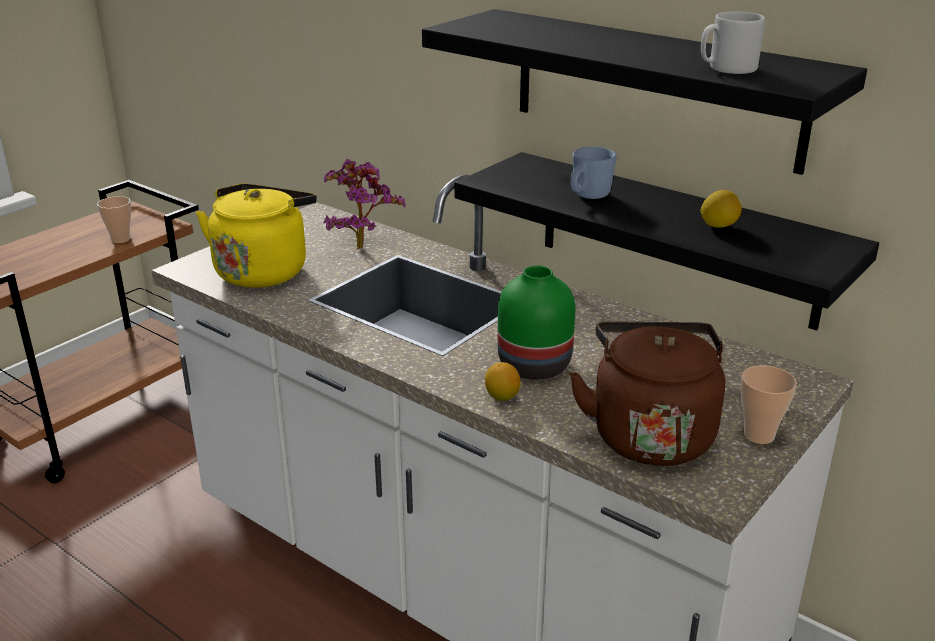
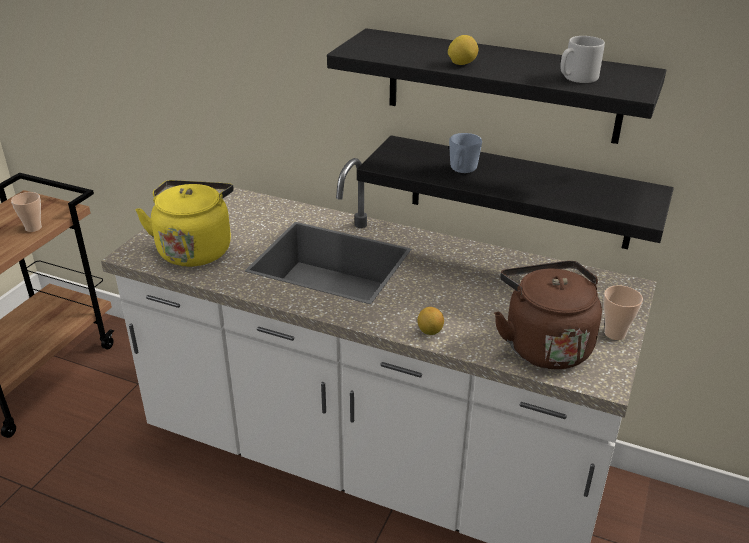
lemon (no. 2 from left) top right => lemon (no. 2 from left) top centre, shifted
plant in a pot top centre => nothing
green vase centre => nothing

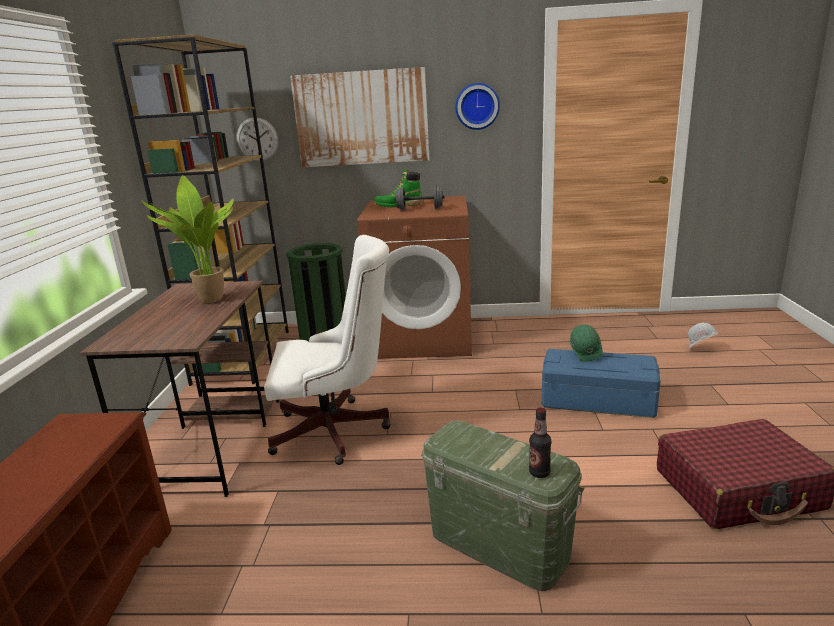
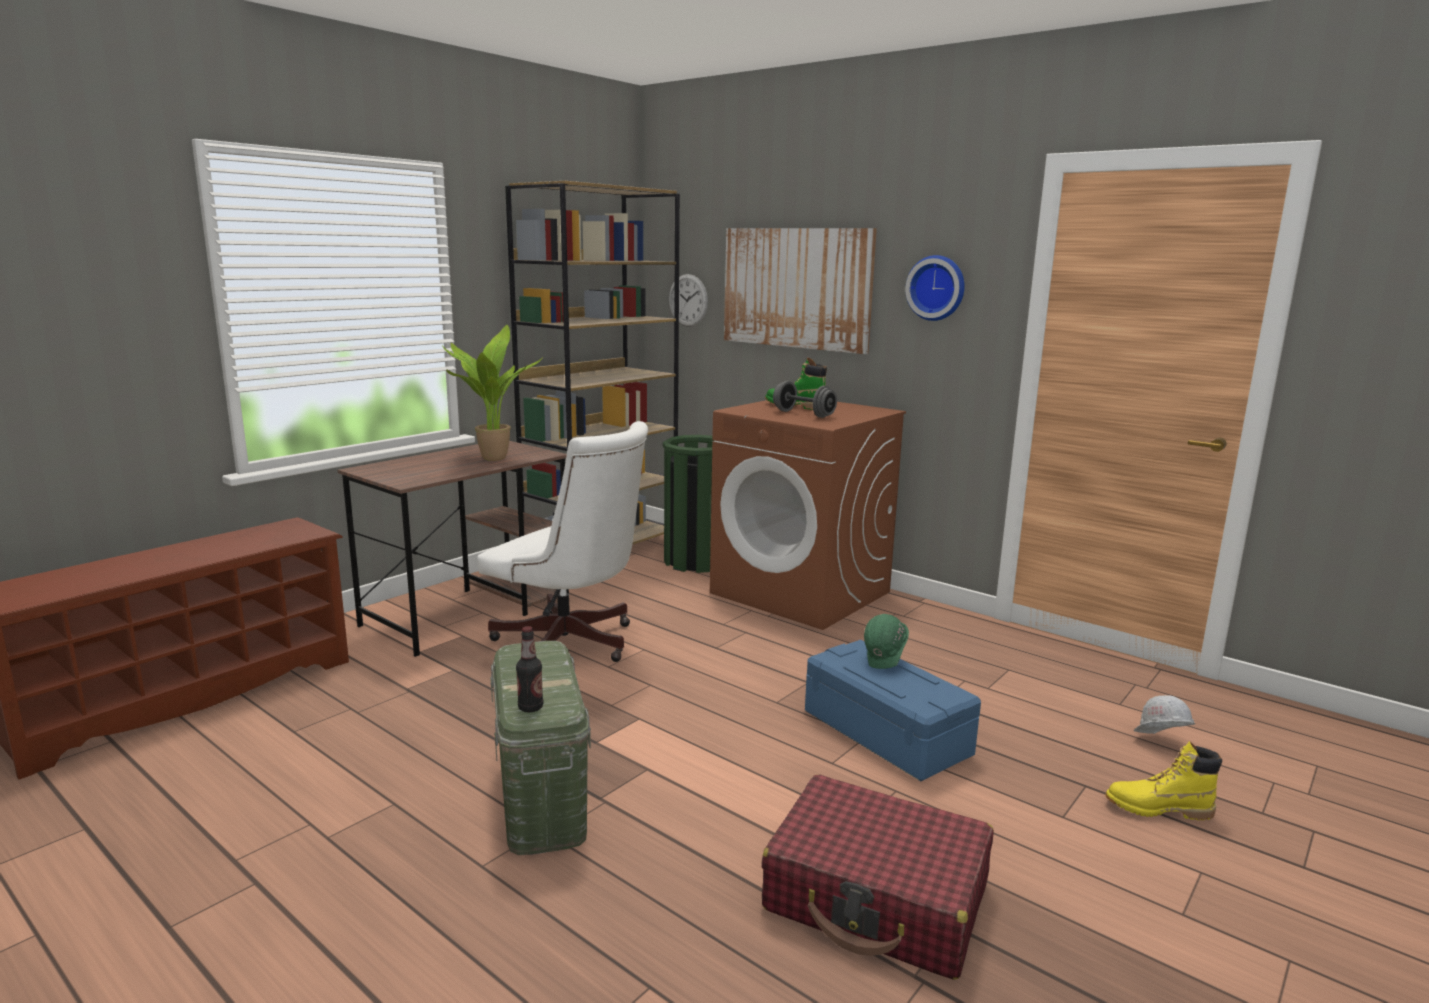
nothing => yellow high-top boot bottom right

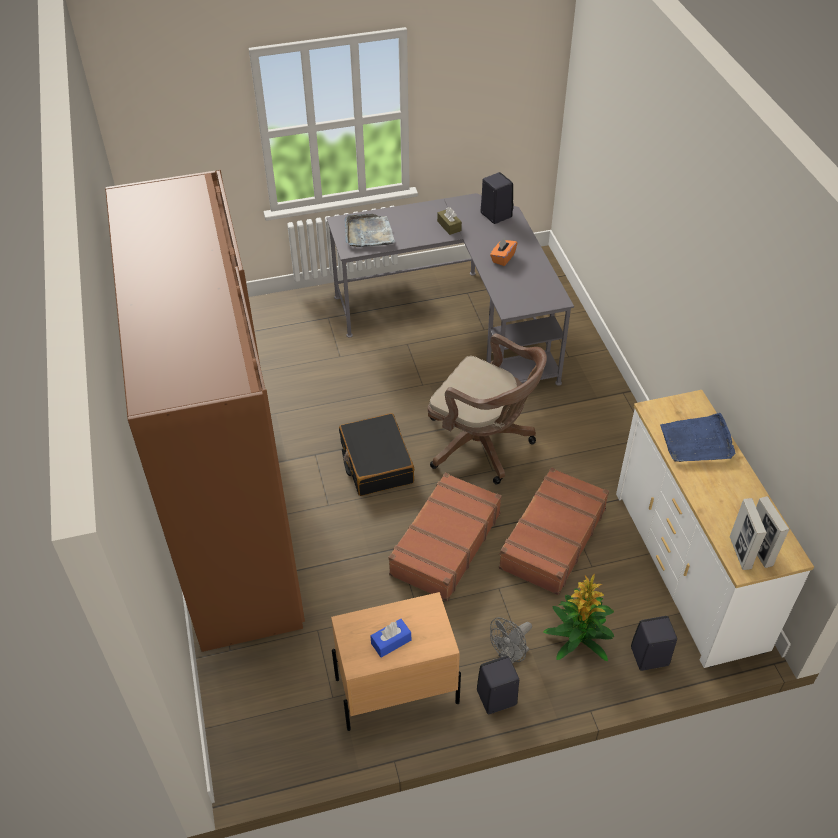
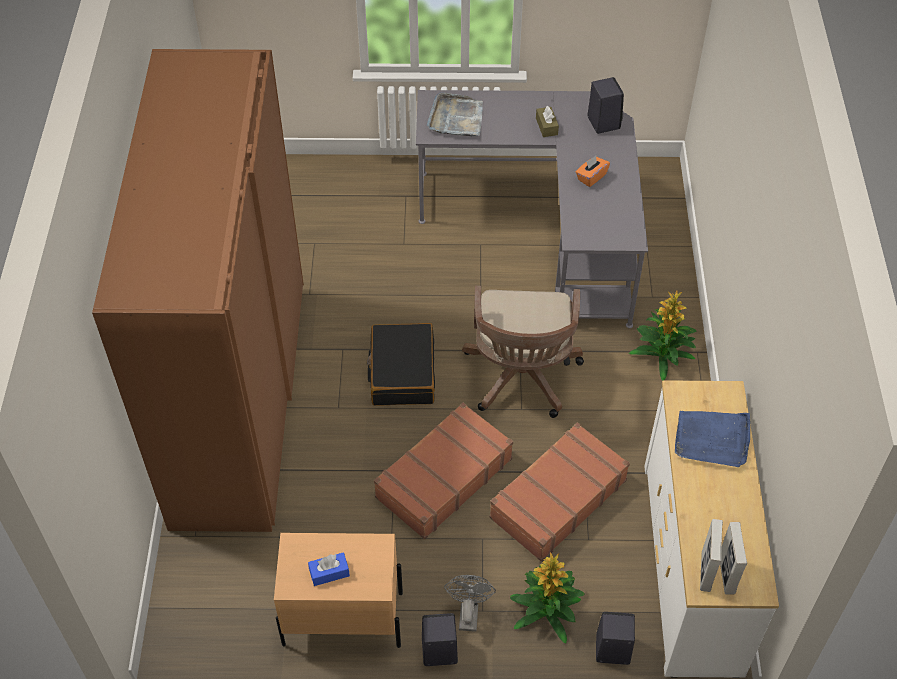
gray cooling fan bottom centre, 120 degrees clockwise
brownish desk chair centre, 45 degrees clockwise
nothing => plant in a pot (no. 2 from left) middle right

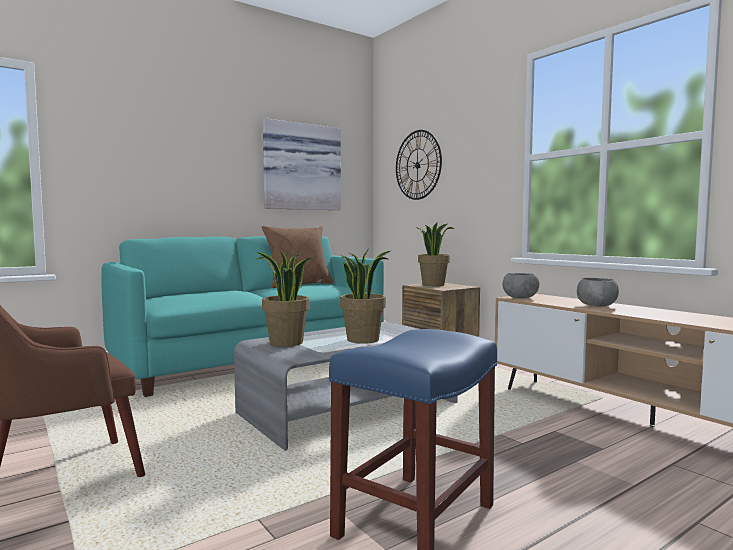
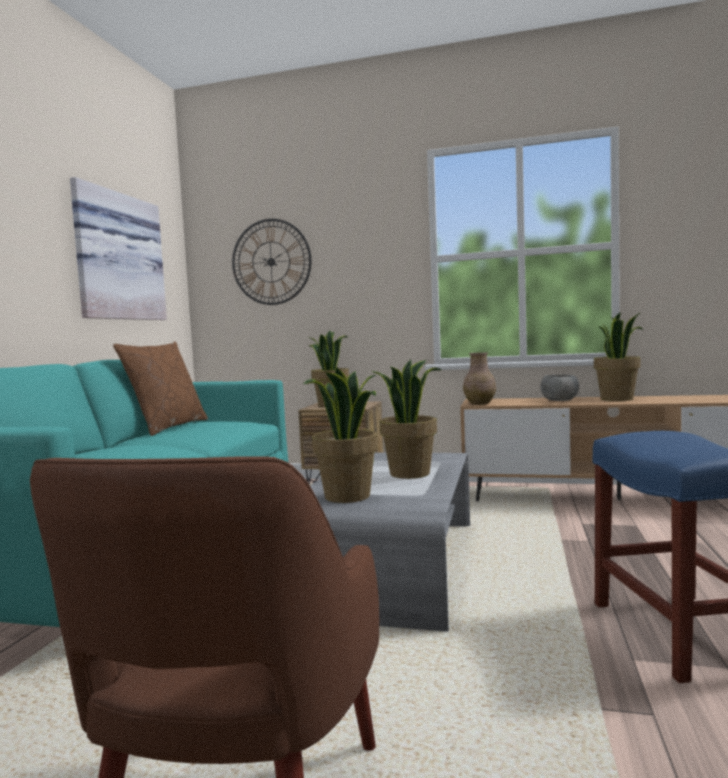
gray bowl (no. 1 from left) middle right => brownish vase centre
nothing => plant in a pot (no. 4 from left) middle right

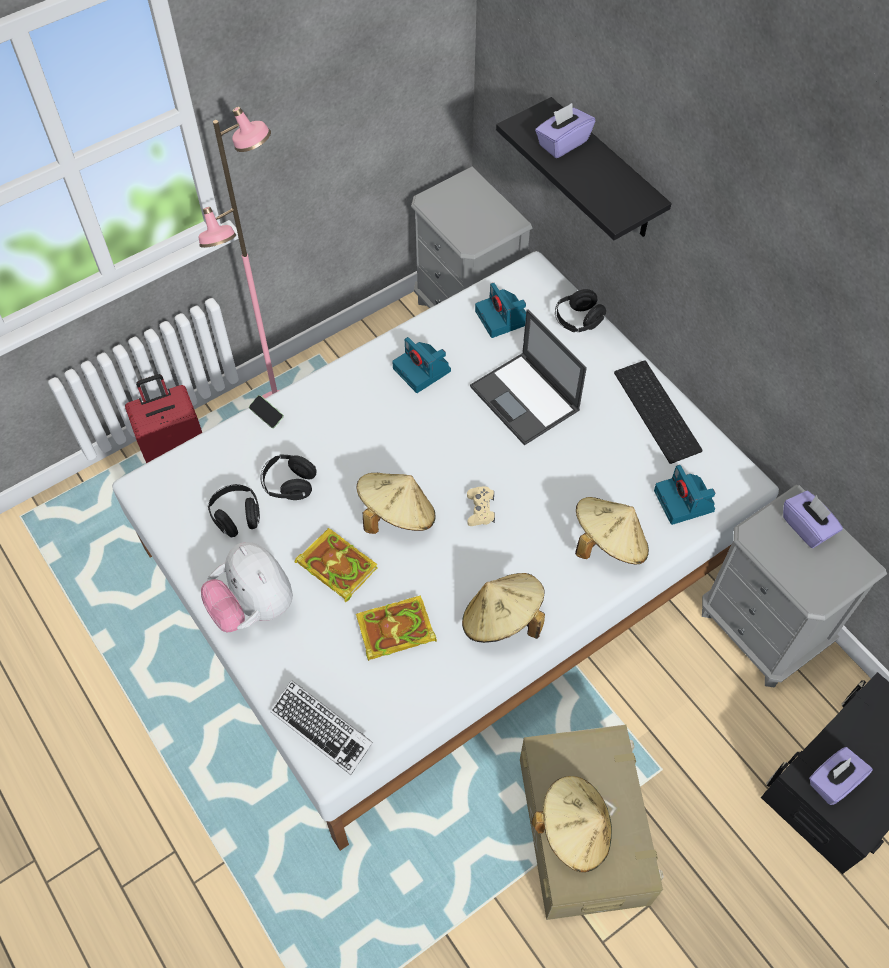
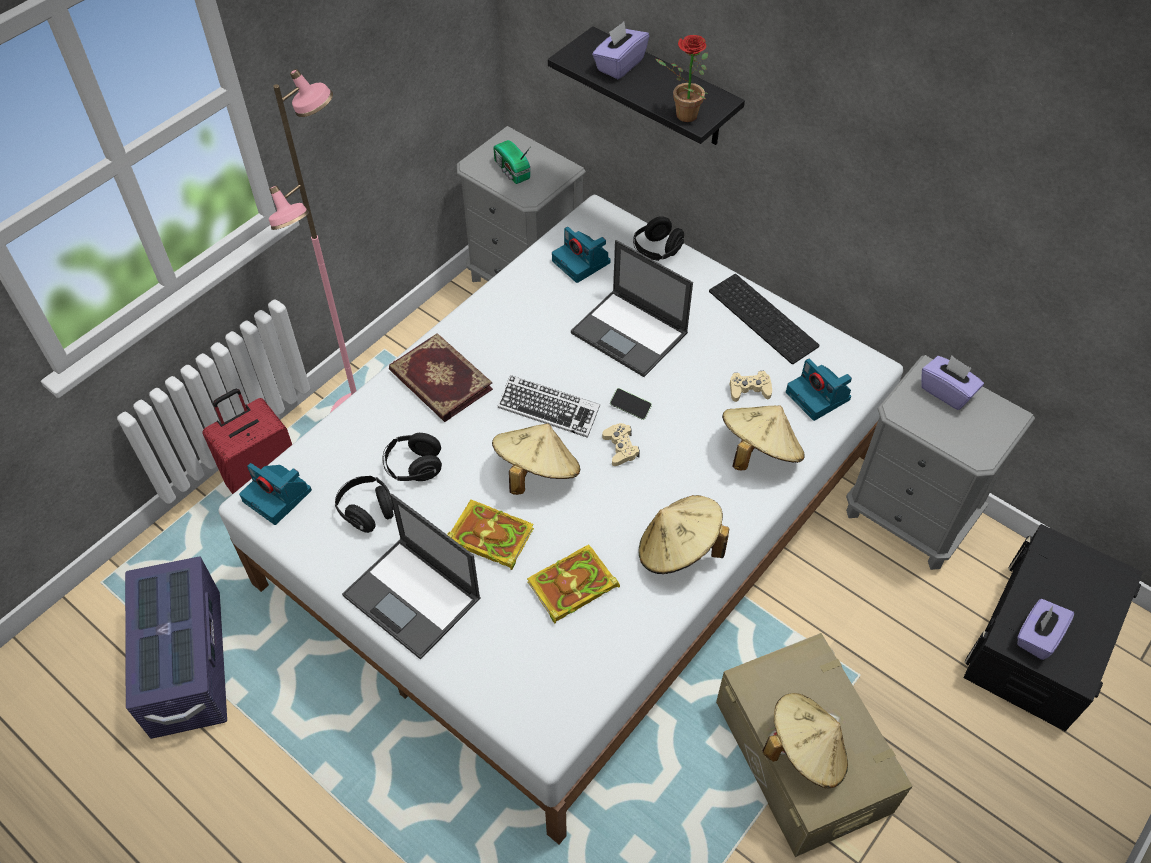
nothing => purple-coloured storage bin bottom left
photo camera (no. 1 from left) centre => photo camera (no. 1 from left) middle left, shifted
soft toy middle left => notebook computer (no. 1 from left) bottom centre
nothing => bound book (no. 1 from left) centre
nothing => radio top centre
PC keyboard (no. 1 from left) bottom centre => PC keyboard (no. 1 from left) centre, shifted
handset middle left => handset centre, shifted
nothing => plant in a pot top centre
nothing => sand-coloured joypad (no. 2 from left) centre

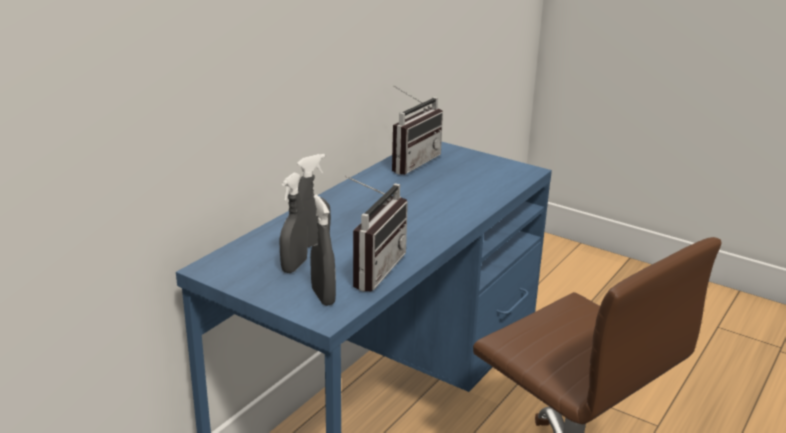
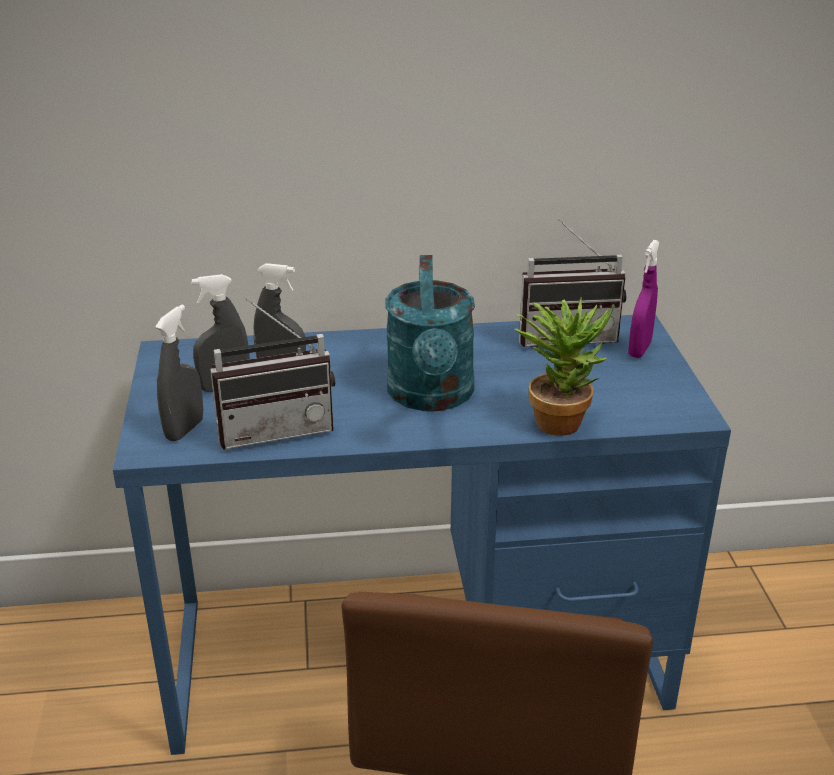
nothing => blue-green watering can centre
nothing => plant in a pot middle right
nothing => purple-coloured sprayer middle right

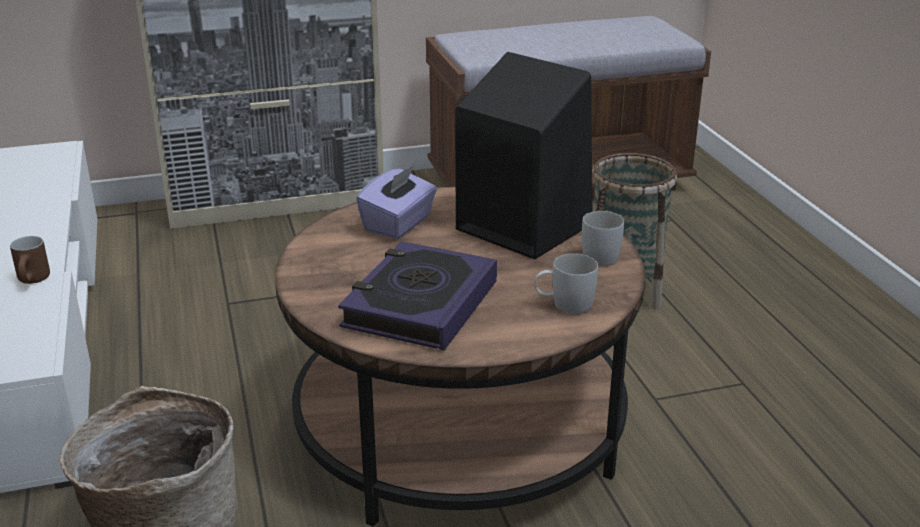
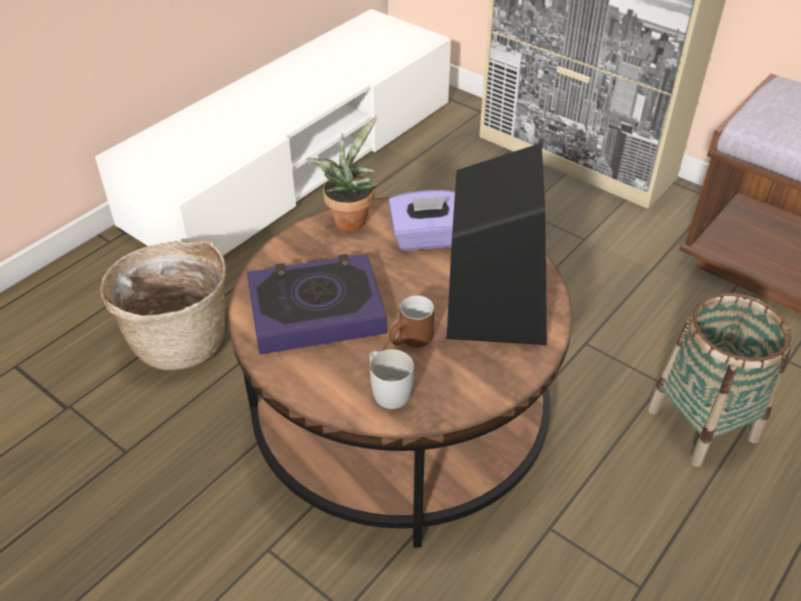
nothing => plant in a pot top centre
brownish mug middle left => brownish mug centre, shifted
white-coloured mug (no. 2 from left) centre => nothing

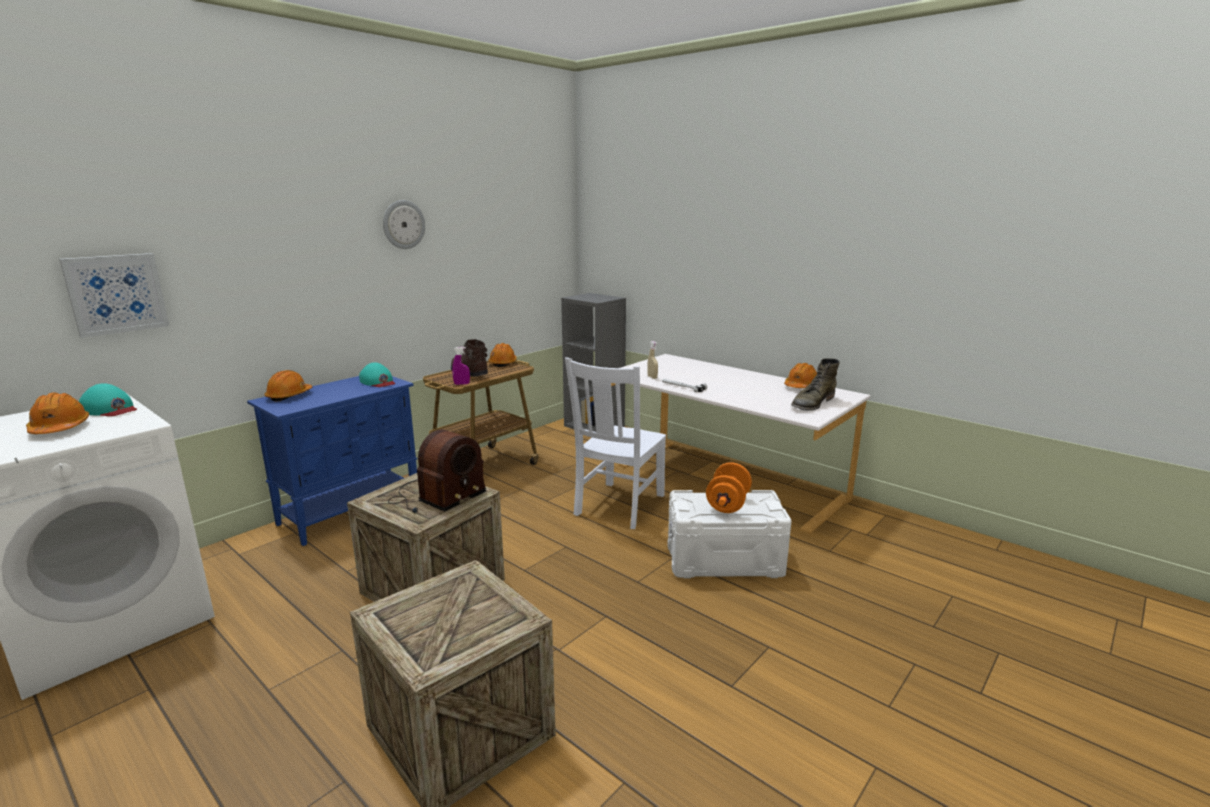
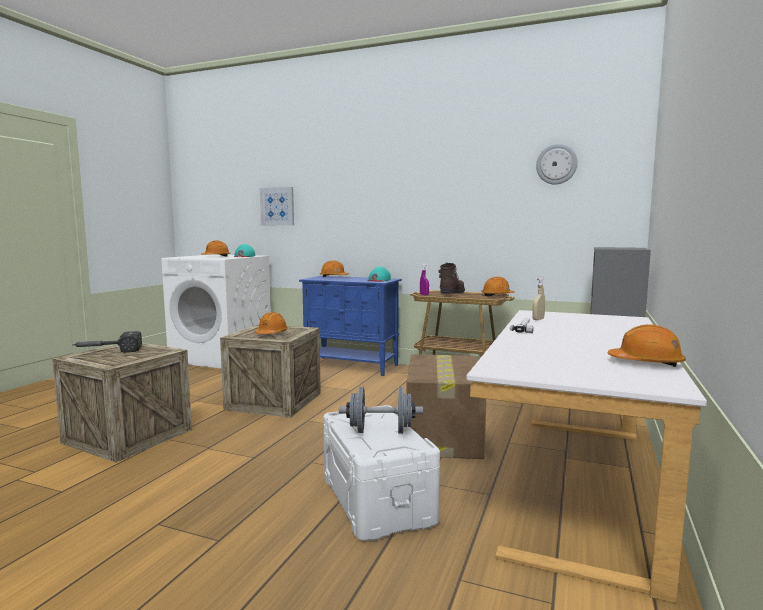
nothing => tool hammer (no. 1 from left) middle left
radio centre => orangey work helmet (no. 2 from left) centre
orangey dumbbell centre => gray dumbbell bottom centre
white-coloured upright chair centre => cardboard box centre
hanging clock top centre => hanging clock top right, shifted
green high-top boot middle right => nothing

